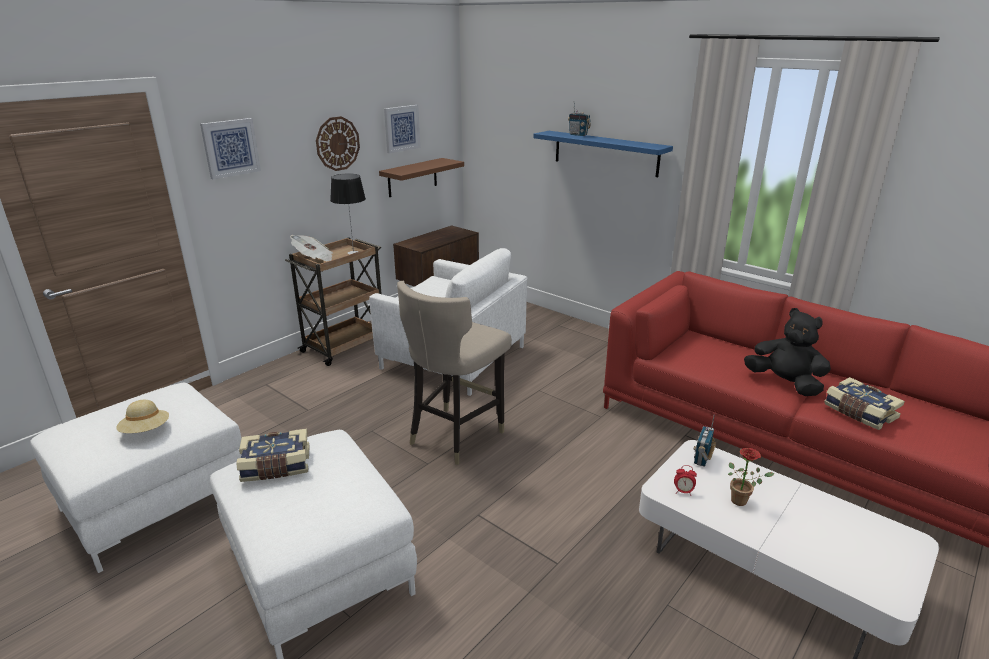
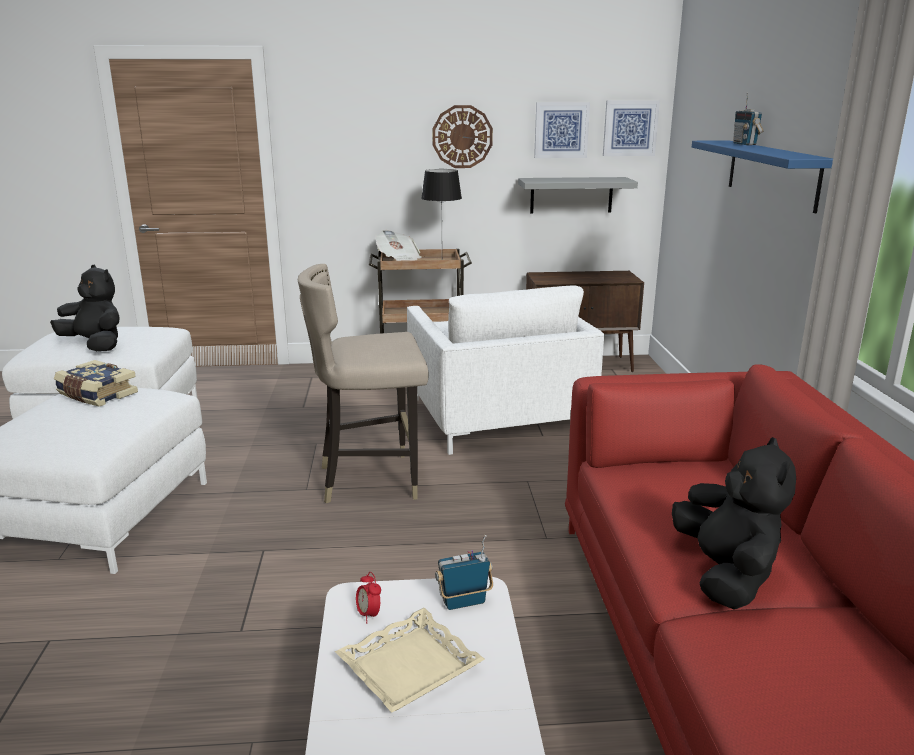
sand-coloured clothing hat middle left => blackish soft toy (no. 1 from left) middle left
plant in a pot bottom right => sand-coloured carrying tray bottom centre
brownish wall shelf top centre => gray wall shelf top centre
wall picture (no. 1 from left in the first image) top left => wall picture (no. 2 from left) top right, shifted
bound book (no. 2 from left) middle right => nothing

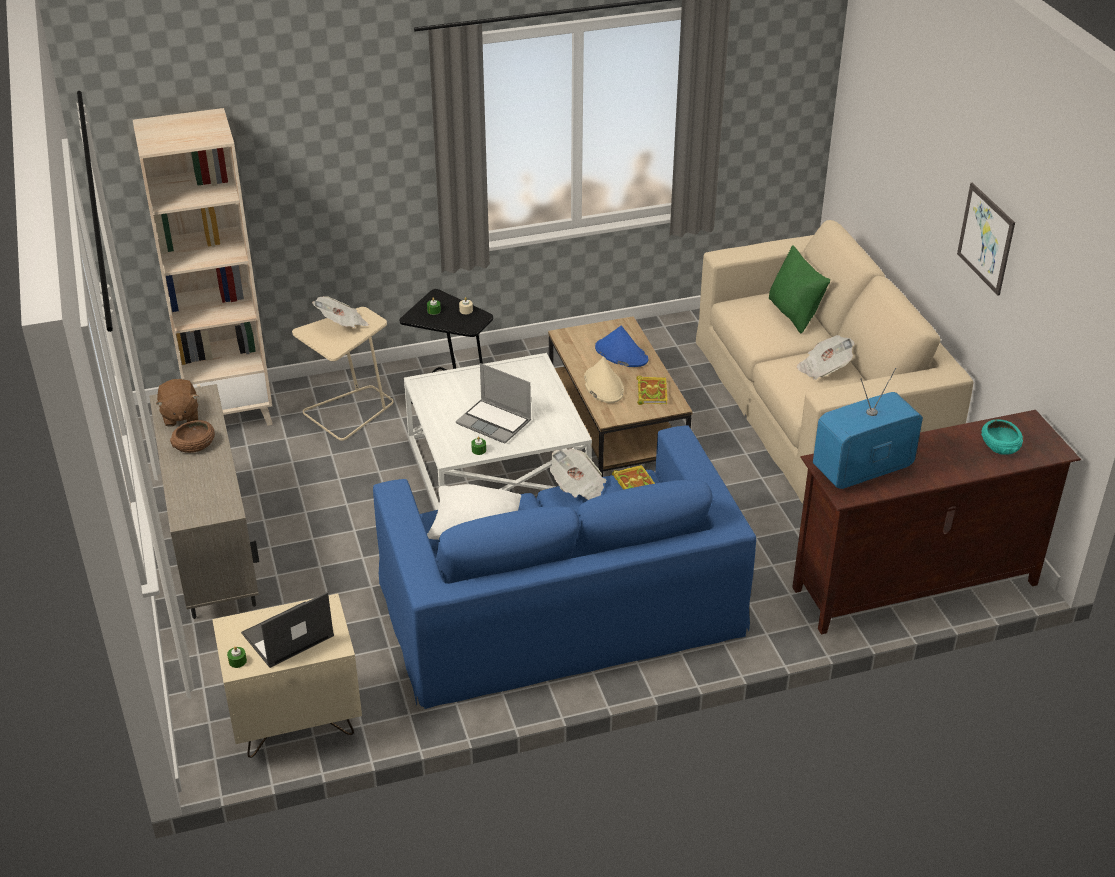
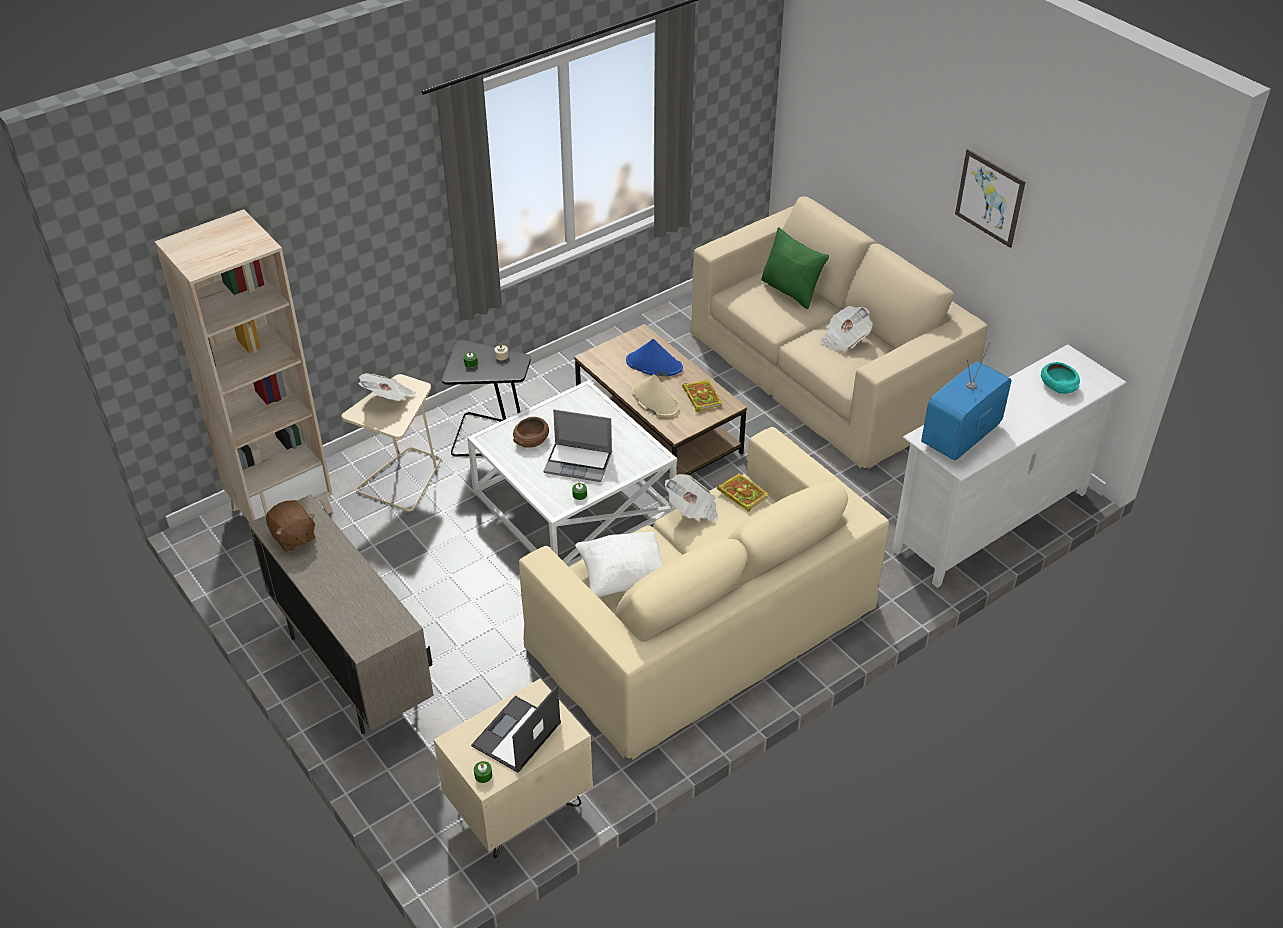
brownish bowl middle left => brownish bowl centre, shifted
blue-coloured sofa centre => sand-coloured sofa (no. 1 from left) centre
brownish tv stand middle right => white-coloured tv stand middle right

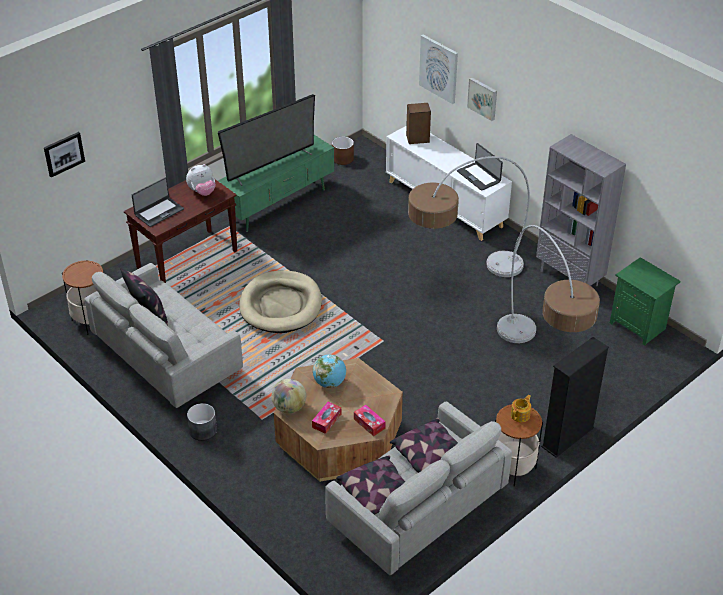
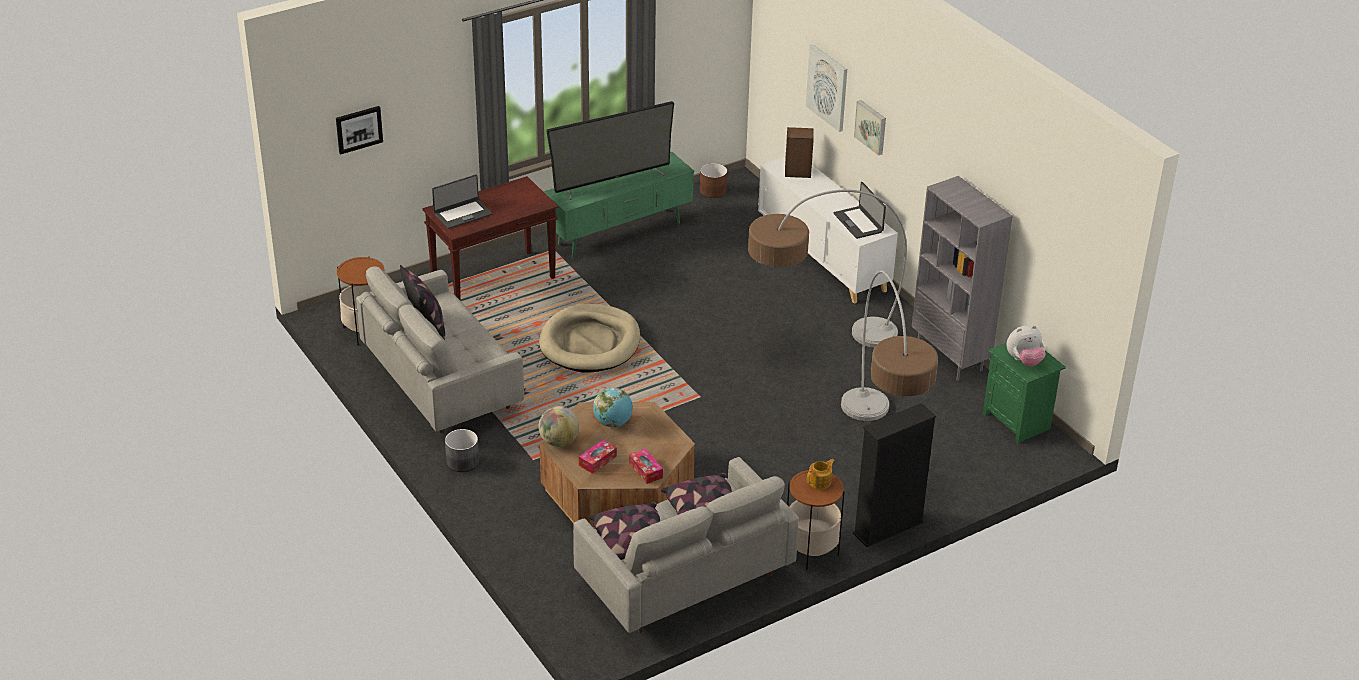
soft toy top left => soft toy middle right, shifted

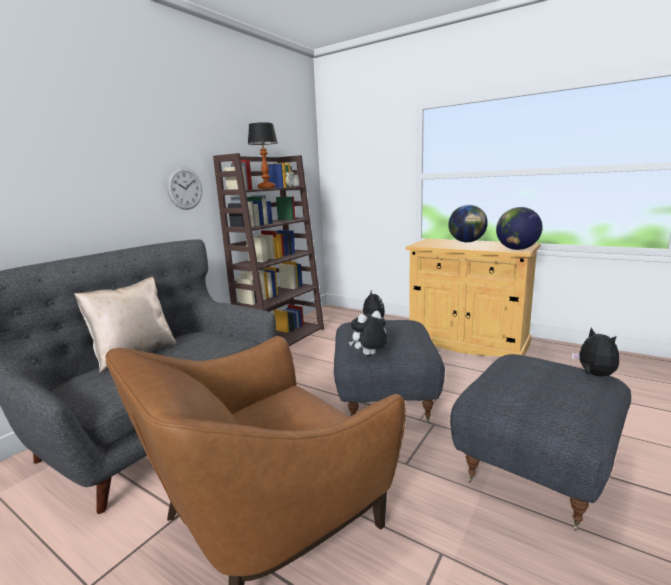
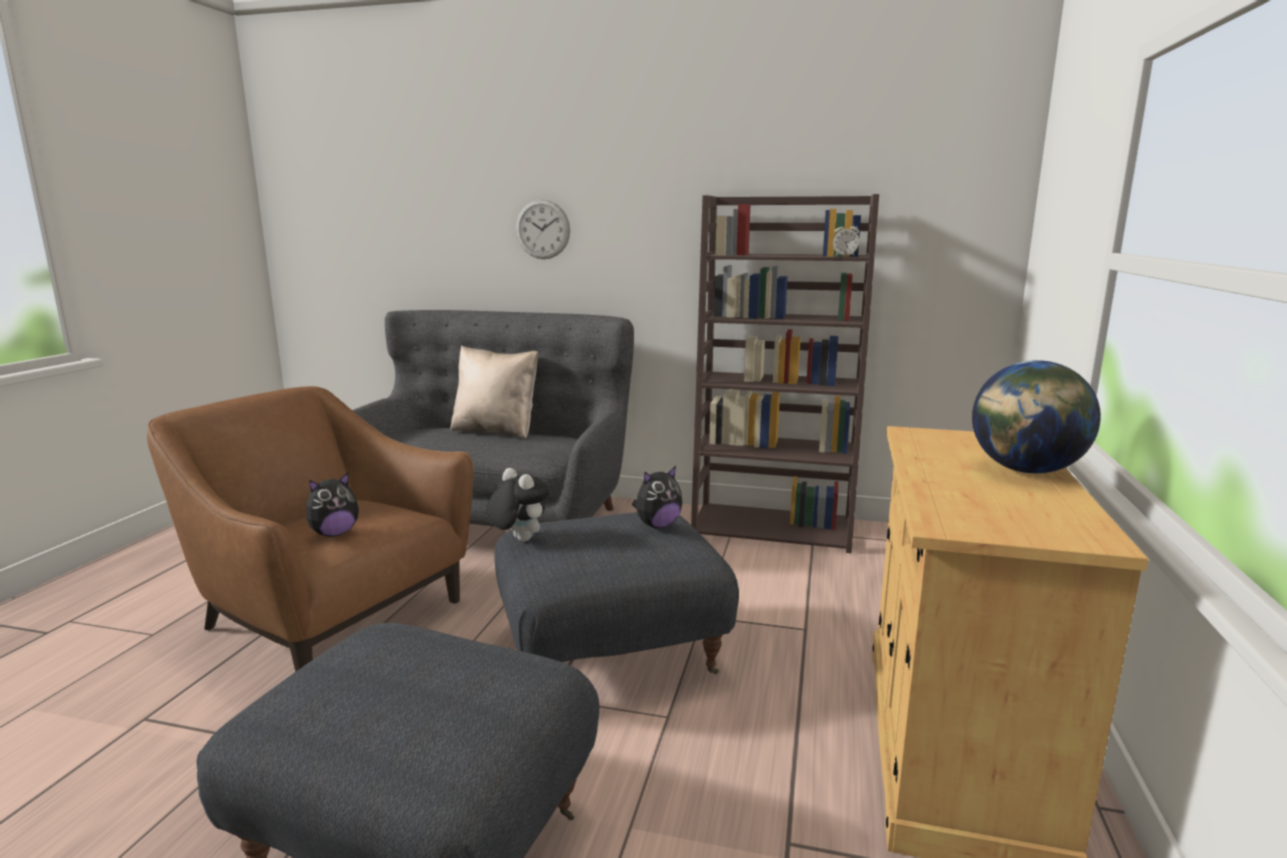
soft toy (no. 3 from left in the first image) middle right => soft toy (no. 1 from left) middle left, shifted
hanging clock top left => hanging clock top centre, shifted
table lamp top centre => nothing
world globe (no. 2 from left) middle right => nothing

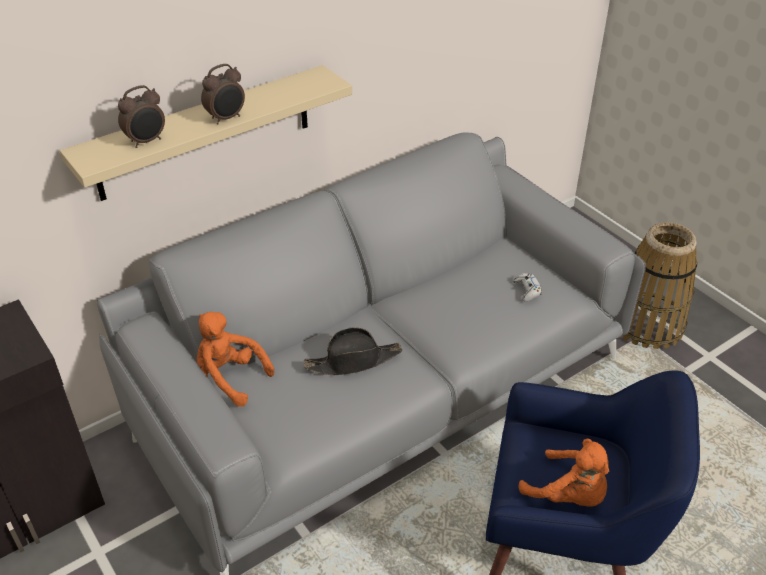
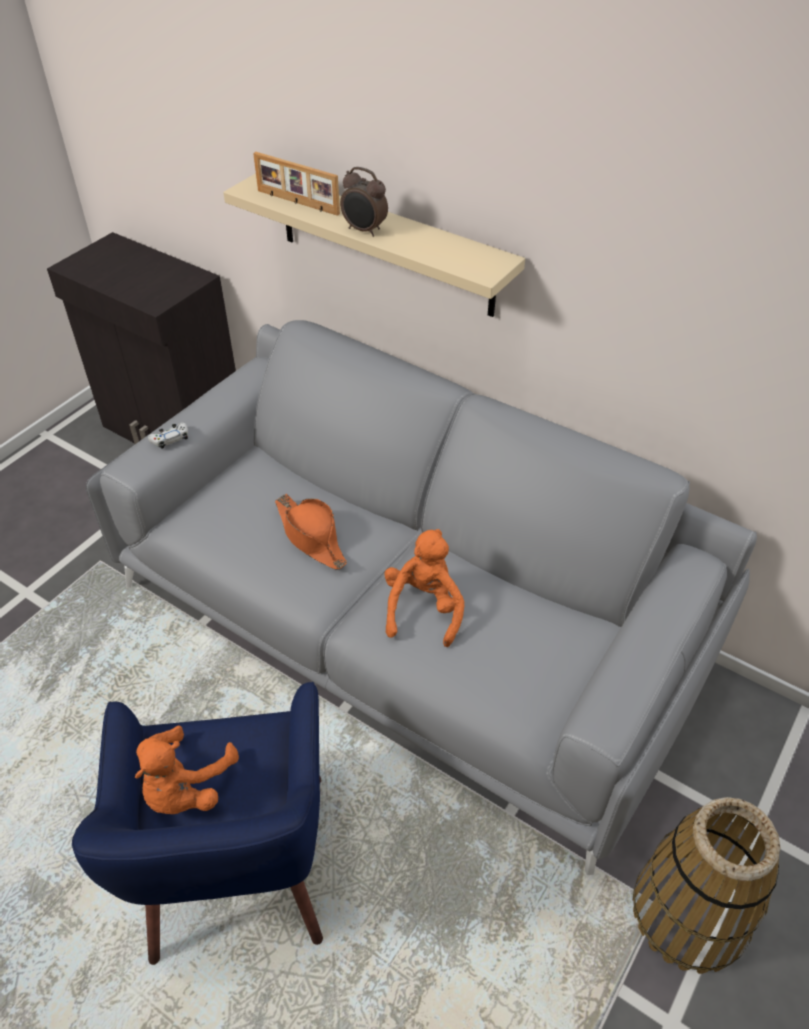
white-coloured joypad middle right => white-coloured joypad middle left, shifted
bedside clock (no. 1 from left) top left => photo frame top centre
blackish clothing hat centre => orangey clothing hat centre
orangey soft toy (no. 1 from left in the first image) middle left => orangey soft toy (no. 2 from left) centre, shifted

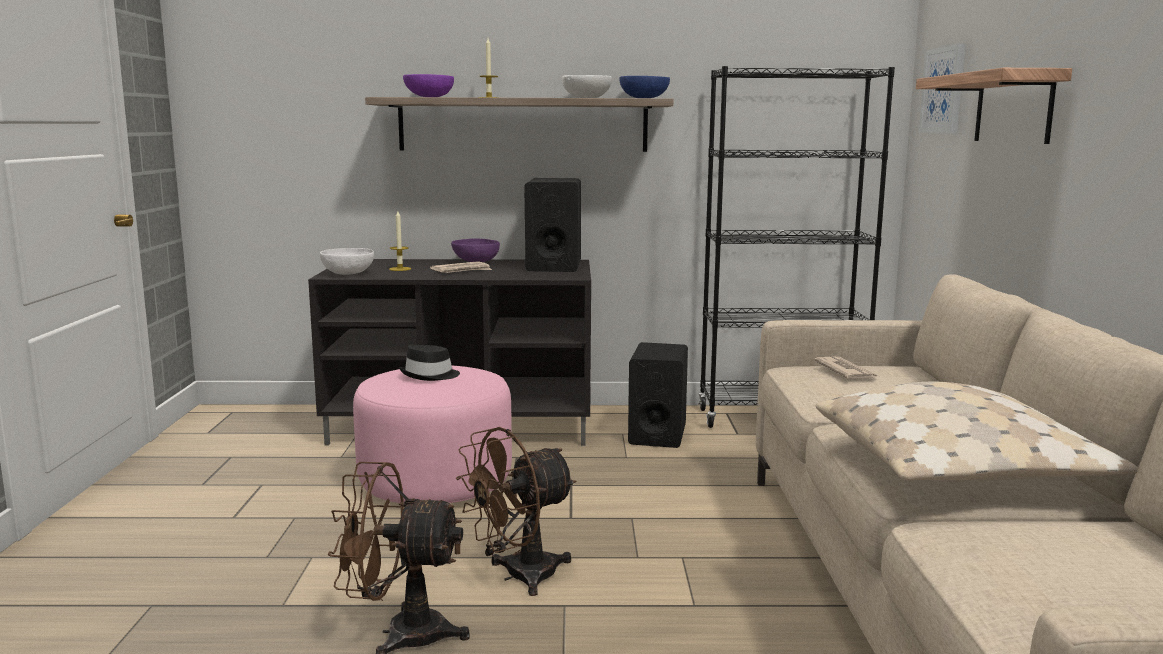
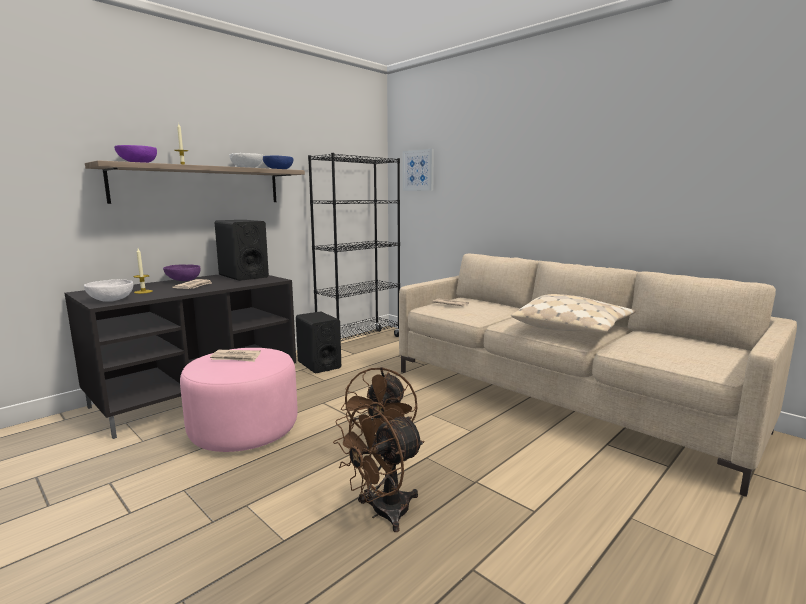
blackish clothing hat centre => printed paper (no. 2 from left) middle left
wall shelf (no. 2 from left) top right => nothing

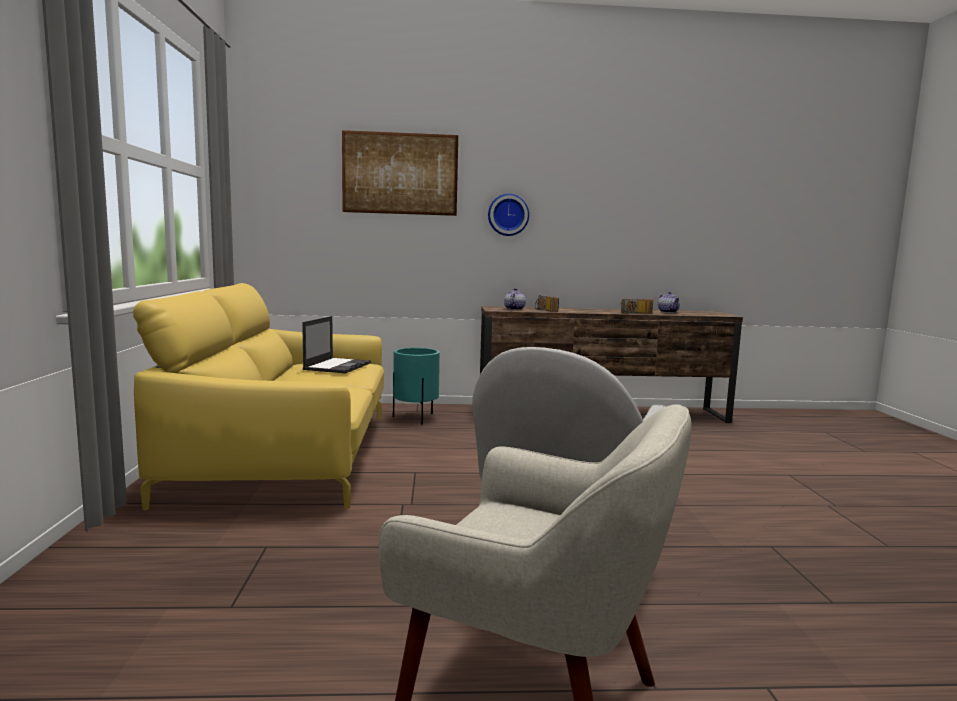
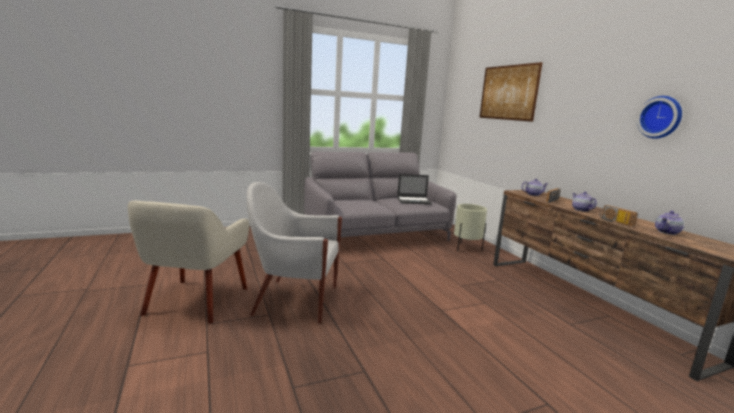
yellow sofa middle left => gray sofa centre
blue-green plant pot centre => sand-coloured plant pot centre
nothing => teapot (no. 2 from left) middle right
hanging clock top centre => hanging clock top right, shifted

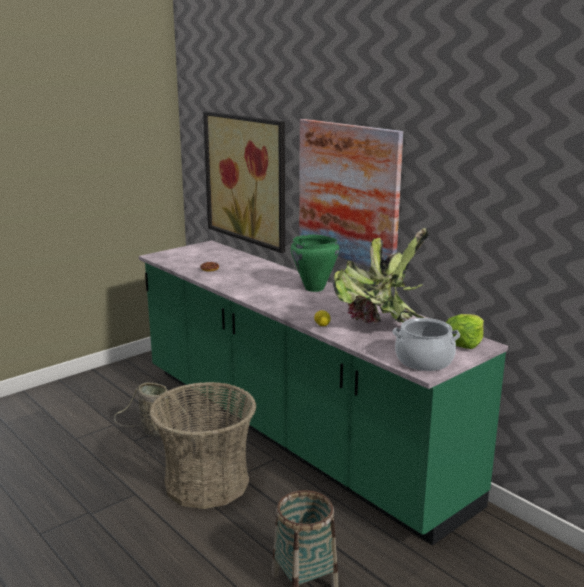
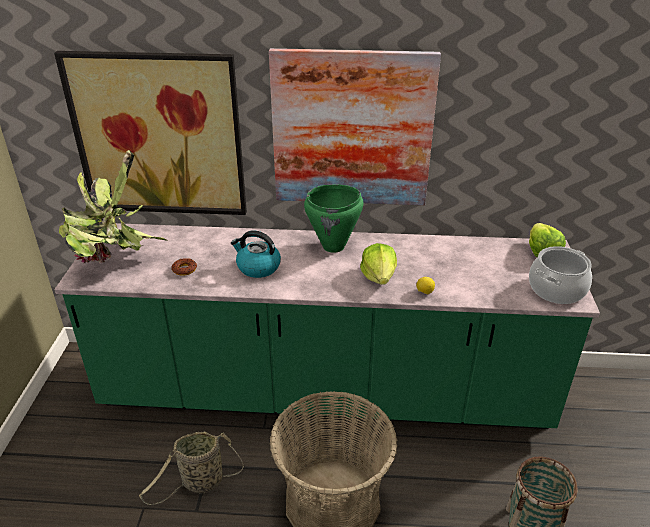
plant in a pot centre => plant in a pot middle left, shifted
nothing => water kettle centre
nothing => head of lettuce (no. 1 from left) centre

